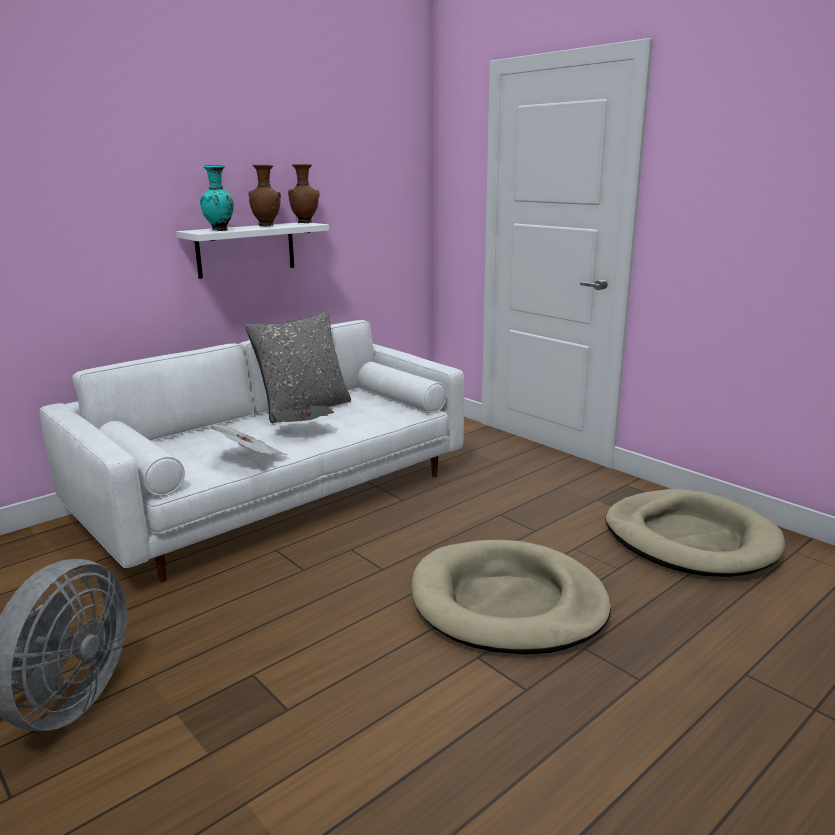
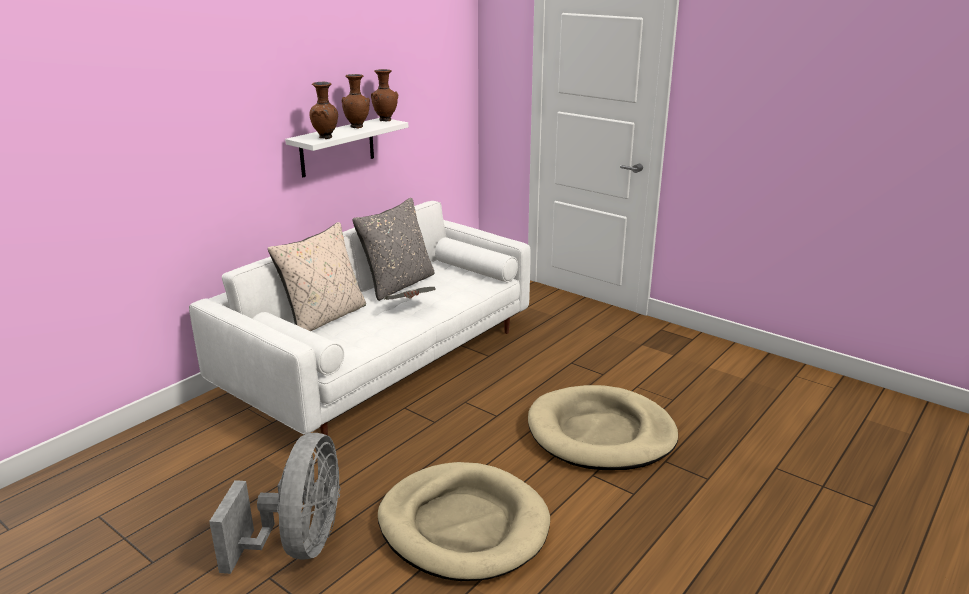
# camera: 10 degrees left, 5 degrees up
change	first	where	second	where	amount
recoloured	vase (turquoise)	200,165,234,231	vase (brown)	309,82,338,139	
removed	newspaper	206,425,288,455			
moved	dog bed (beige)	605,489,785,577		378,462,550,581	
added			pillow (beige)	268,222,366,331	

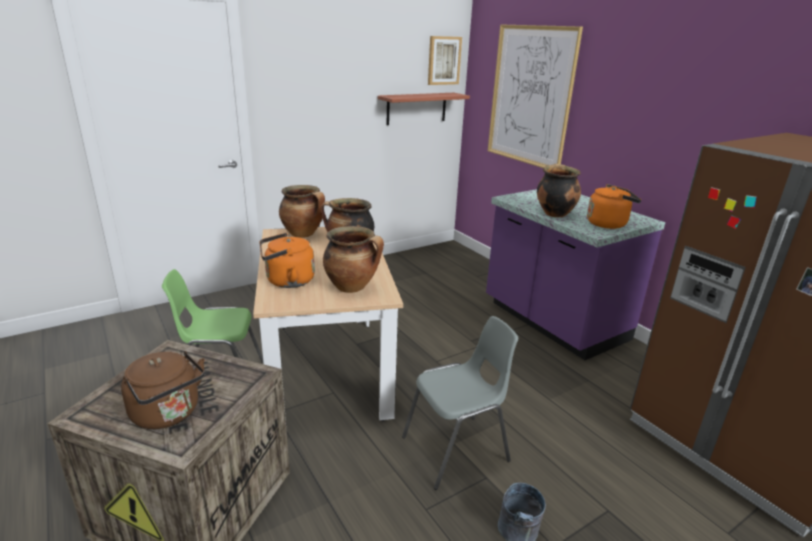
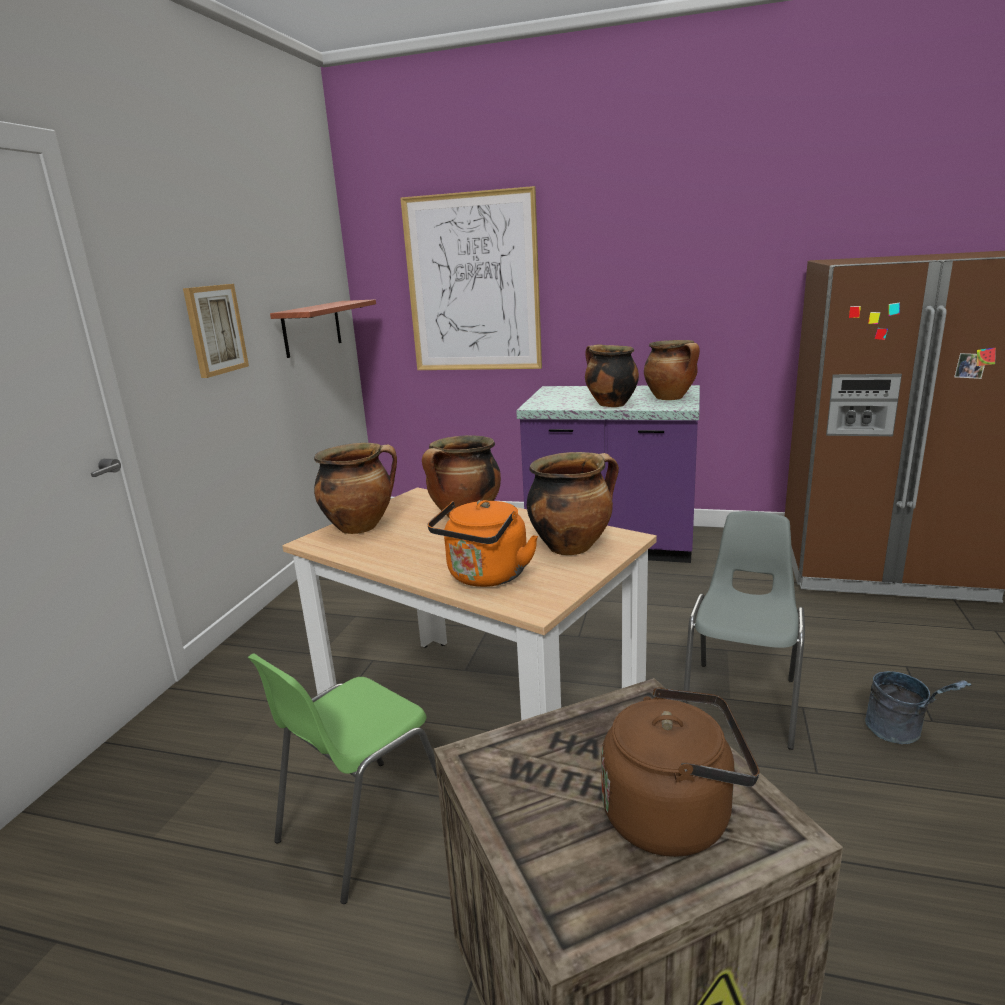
# camera: 40 degrees left, 5 degrees down
change	first	where	second	where	amount
moved	picture	428,36,462,85		183,284,249,378	
replaced	kettle (orange)	587,184,641,229	cooking pot	644,340,700,400	

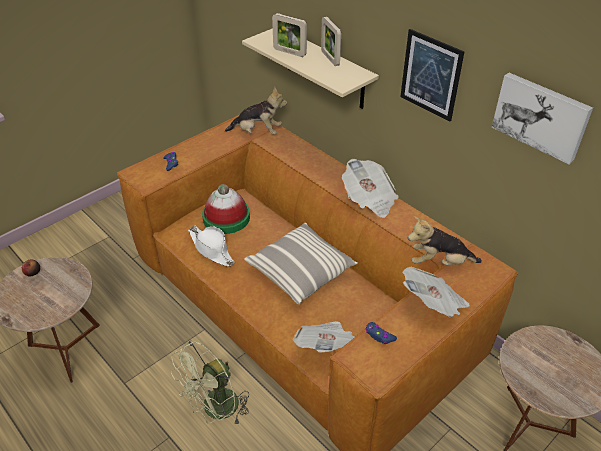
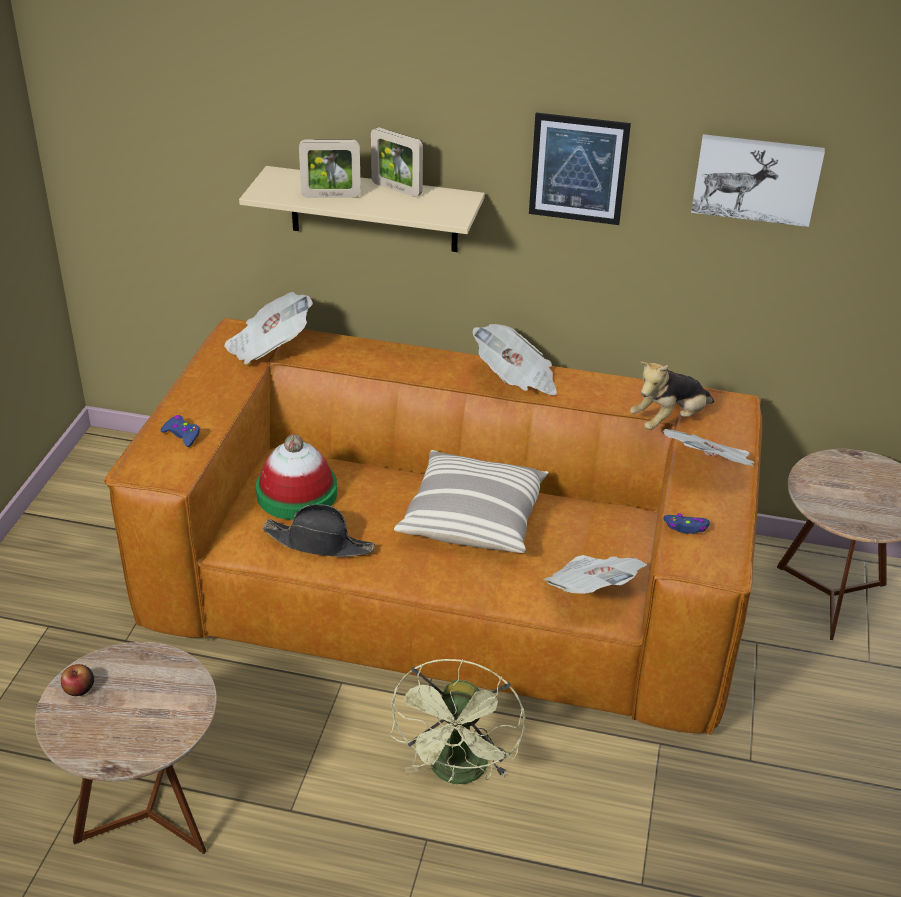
# camera: 35 degrees left, 5 degrees down
change	first	where	second	where	amount
recoloured	hat (white)	188,226,235,267	hat (black)	263,504,375,557	
replaced	plush toy	225,87,287,134	newspaper	224,292,313,364	

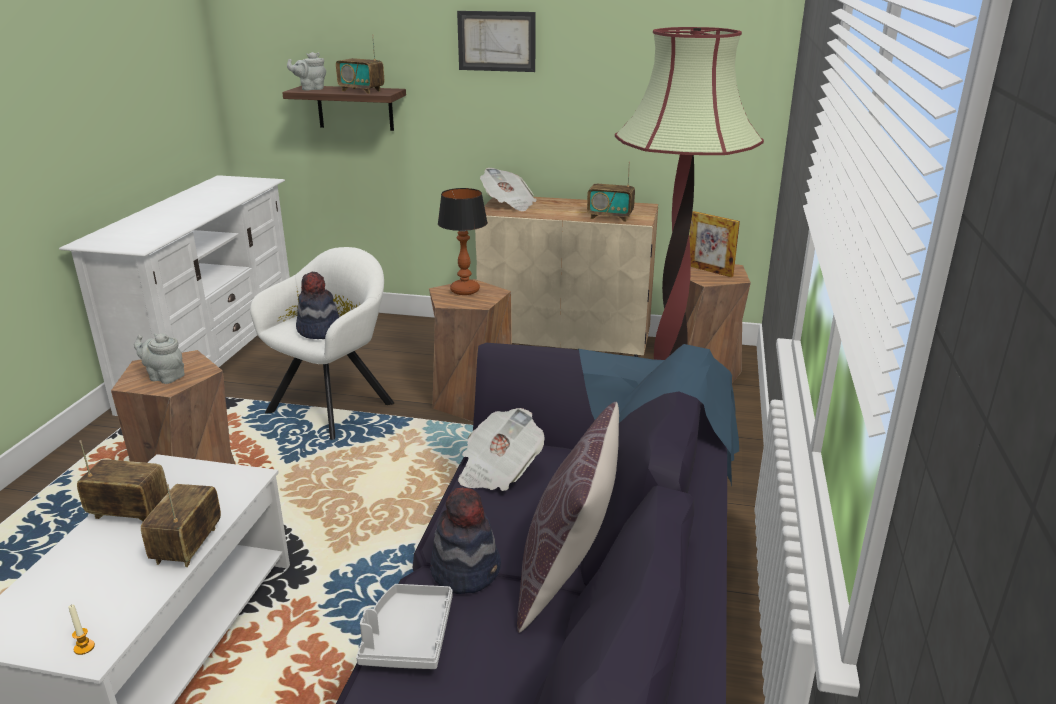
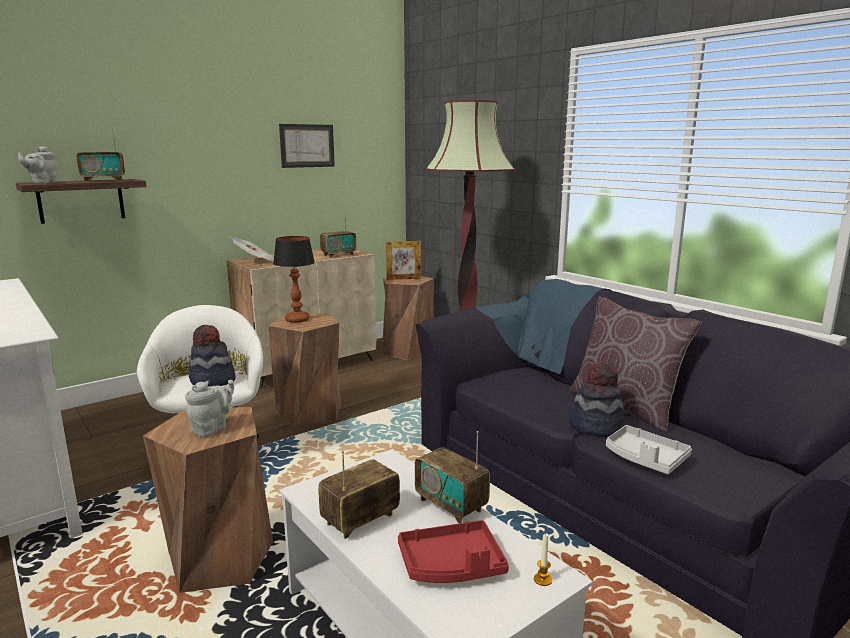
# camera: 50 degrees left, 10 degrees down
change	first	where	second	where	amount
turned	teapot (grey)	134,333,185,384		185,380,234,437	150 degrees clockwise
moved	picture	457,11,536,72		279,124,335,168	
removed	newspaper	458,408,545,491			
added			tray (red)	398,520,509,583	

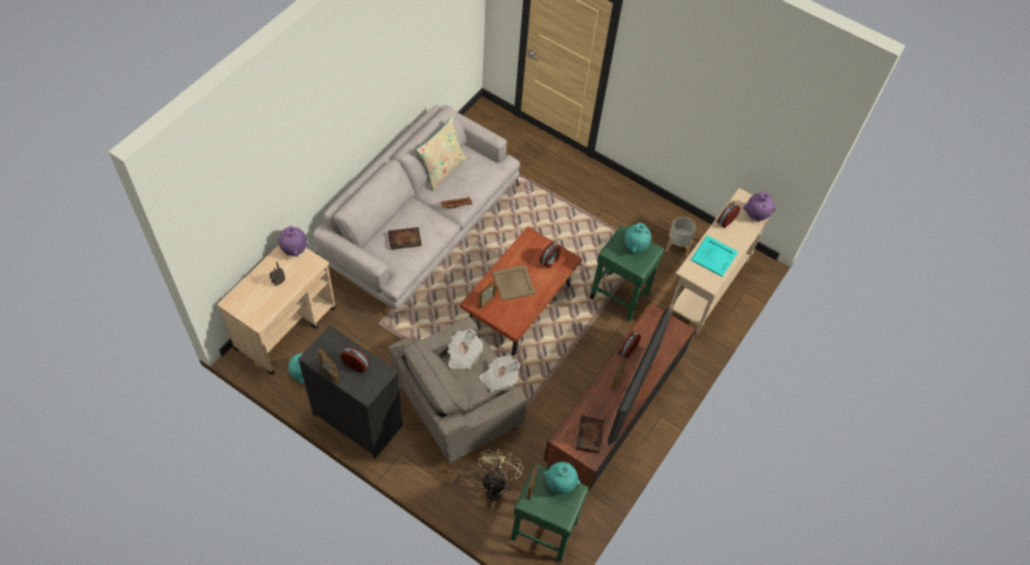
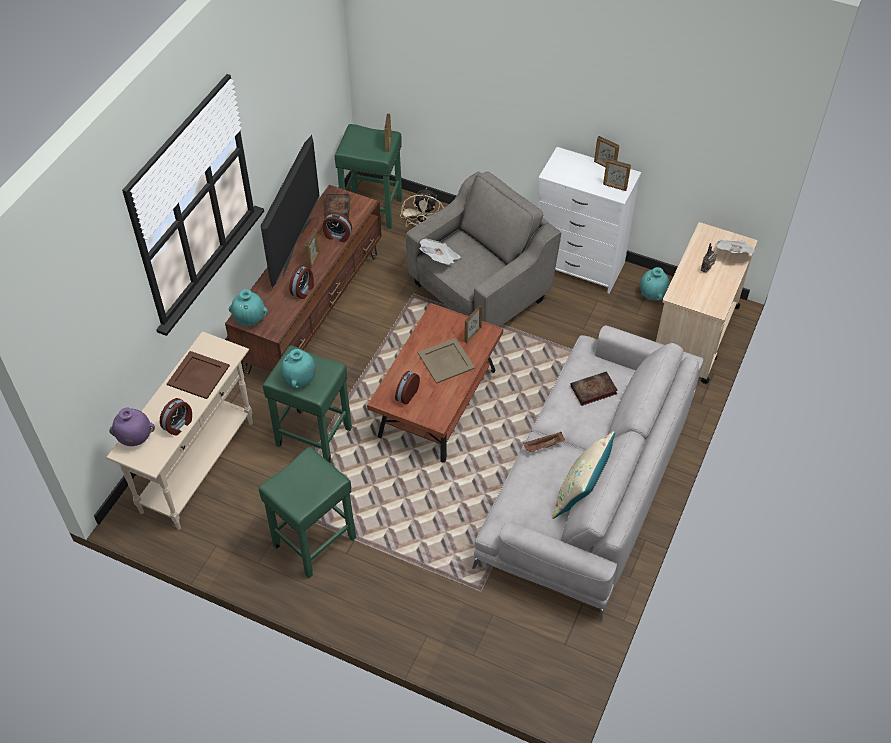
# camera: 175 degrees right, 5 degrees down
change	first	where	second	where	amount
removed	vase (purple)	279,226,307,257			
recoloured	dresser (black)	298,326,403,459	dresser (white)	537,147,641,294	
moved	alarm clock	340,346,370,372		323,212,352,242	
moved	newspaper	447,329,483,370		715,240,755,253	
moved	vase (turquoise)	543,462,580,494		229,289,268,327	
removed	planter (grey)	666,217,696,256			
recoloured	tray (turquoise)	691,235,738,277	tray (brown)	167,351,230,399	
added			stool (green)	259,447,356,578	
added			picture frame	603,158,631,191	

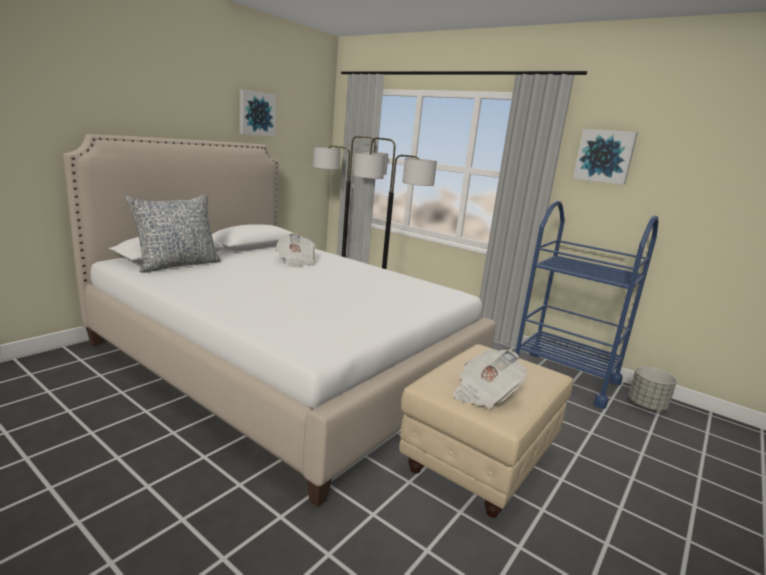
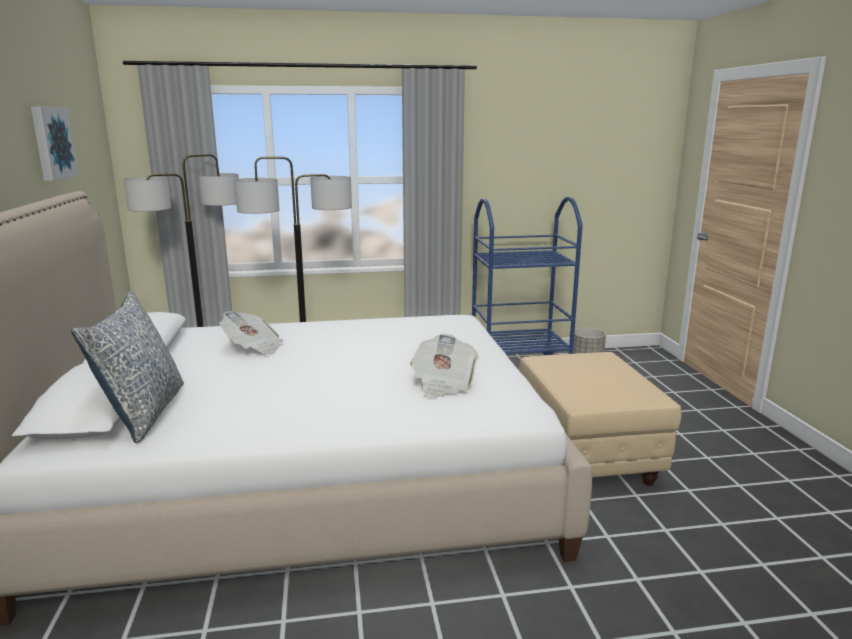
# camera: 45 degrees left, 0 degrees up
change	first	where	second	where	amount
moved	newspaper	453,349,527,408		410,334,479,397	
removed	picture	573,129,638,185			

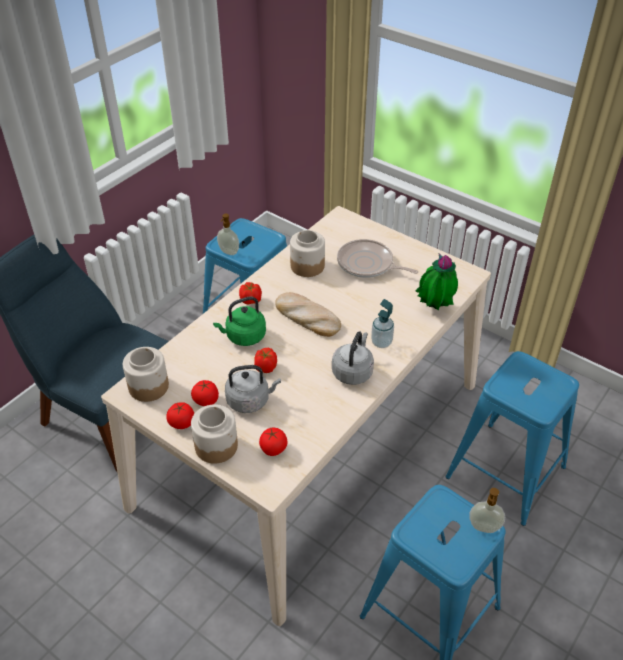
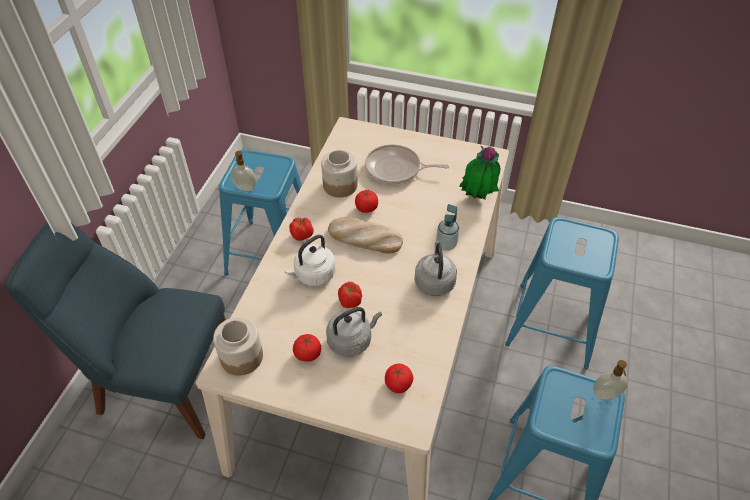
# camera: 20 degrees left, 5 degrees up
change	first	where	second	where	amount
moved	tomato	166,402,194,429		355,190,378,213	
removed	jar	191,404,238,464			
recoloured	kettle (green)	213,296,266,346	kettle (white)	285,235,336,286	

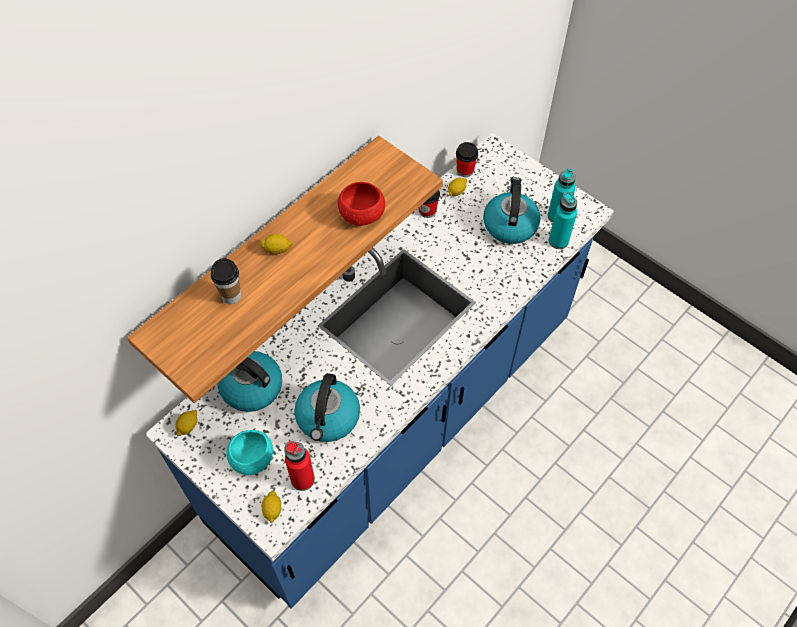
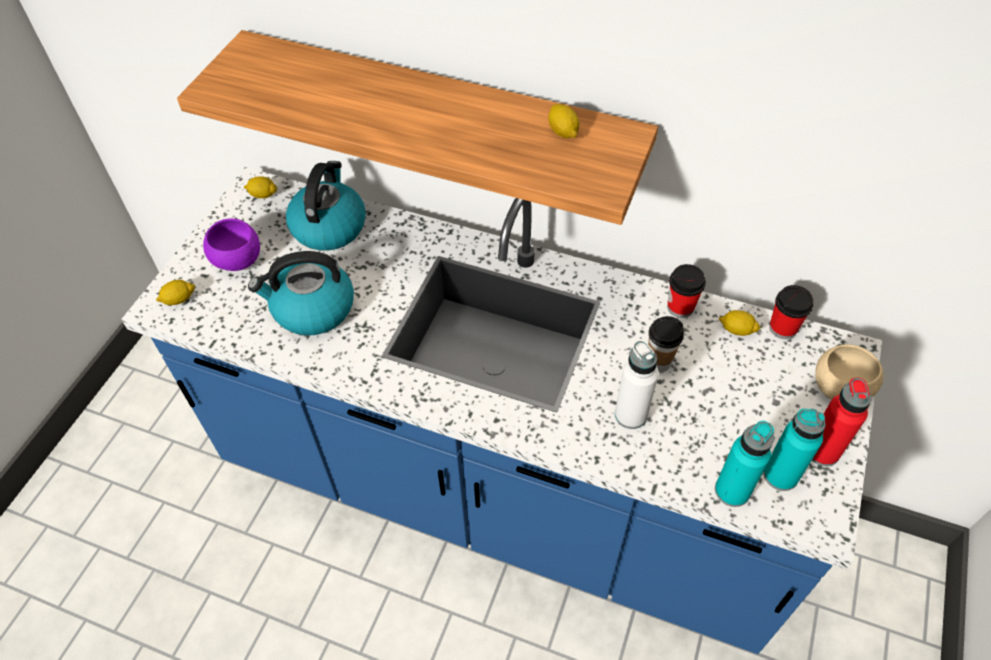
# camera: 70 degrees right, 5 degrees down
change	first	where	second	where	amount
moved	cup	211,258,241,304		648,316,684,373	
recoloured	bowl (turquoise)	226,430,273,475	bowl (purple)	203,218,260,271	
moved	lemon	259,234,293,254		548,104,579,138	
moved	bottle (red)	284,441,315,491		812,377,872,466	
removed	bowl (red)	338,182,385,226			
removed	kettle	483,177,541,244			
added			bottle (white)	615,340,659,429	
added			bowl (beige)	815,344,884,399	

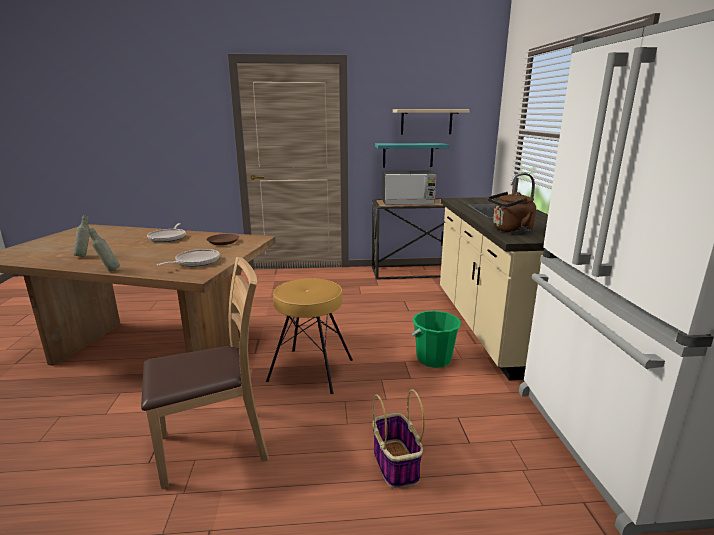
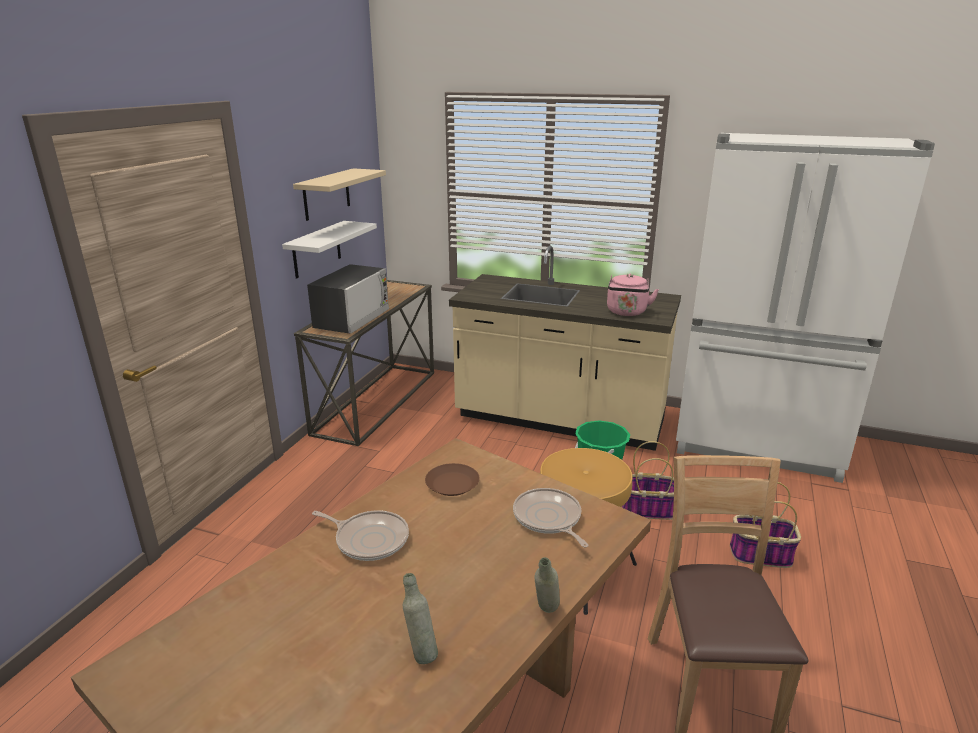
# camera: 65 degrees left, 5 degrees up
change	first	where	second	where	amount
recoloured	shelf (turquoise)	375,143,449,168	shelf (white)	282,221,377,279	
recoloured	kettle (brown)	488,192,536,233	kettle (pink)	607,274,659,316	
added			basket	622,441,674,520	

